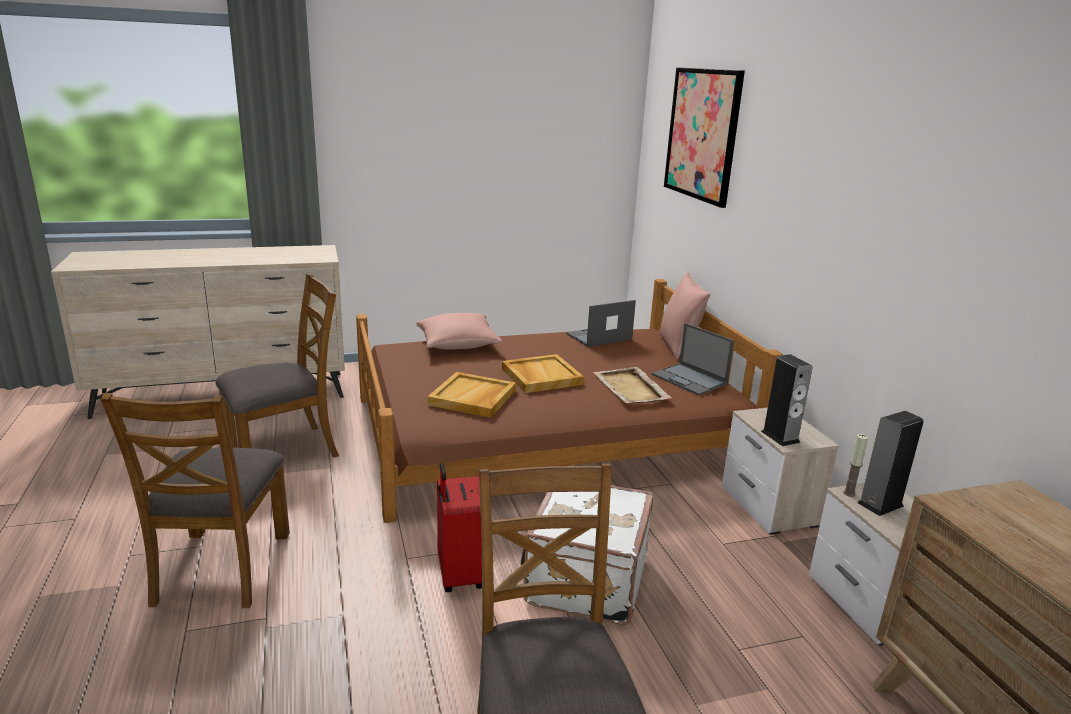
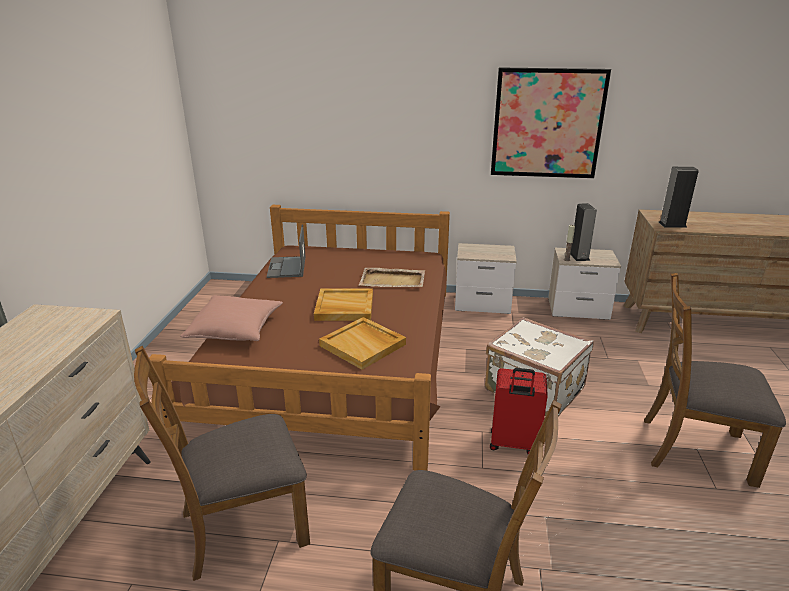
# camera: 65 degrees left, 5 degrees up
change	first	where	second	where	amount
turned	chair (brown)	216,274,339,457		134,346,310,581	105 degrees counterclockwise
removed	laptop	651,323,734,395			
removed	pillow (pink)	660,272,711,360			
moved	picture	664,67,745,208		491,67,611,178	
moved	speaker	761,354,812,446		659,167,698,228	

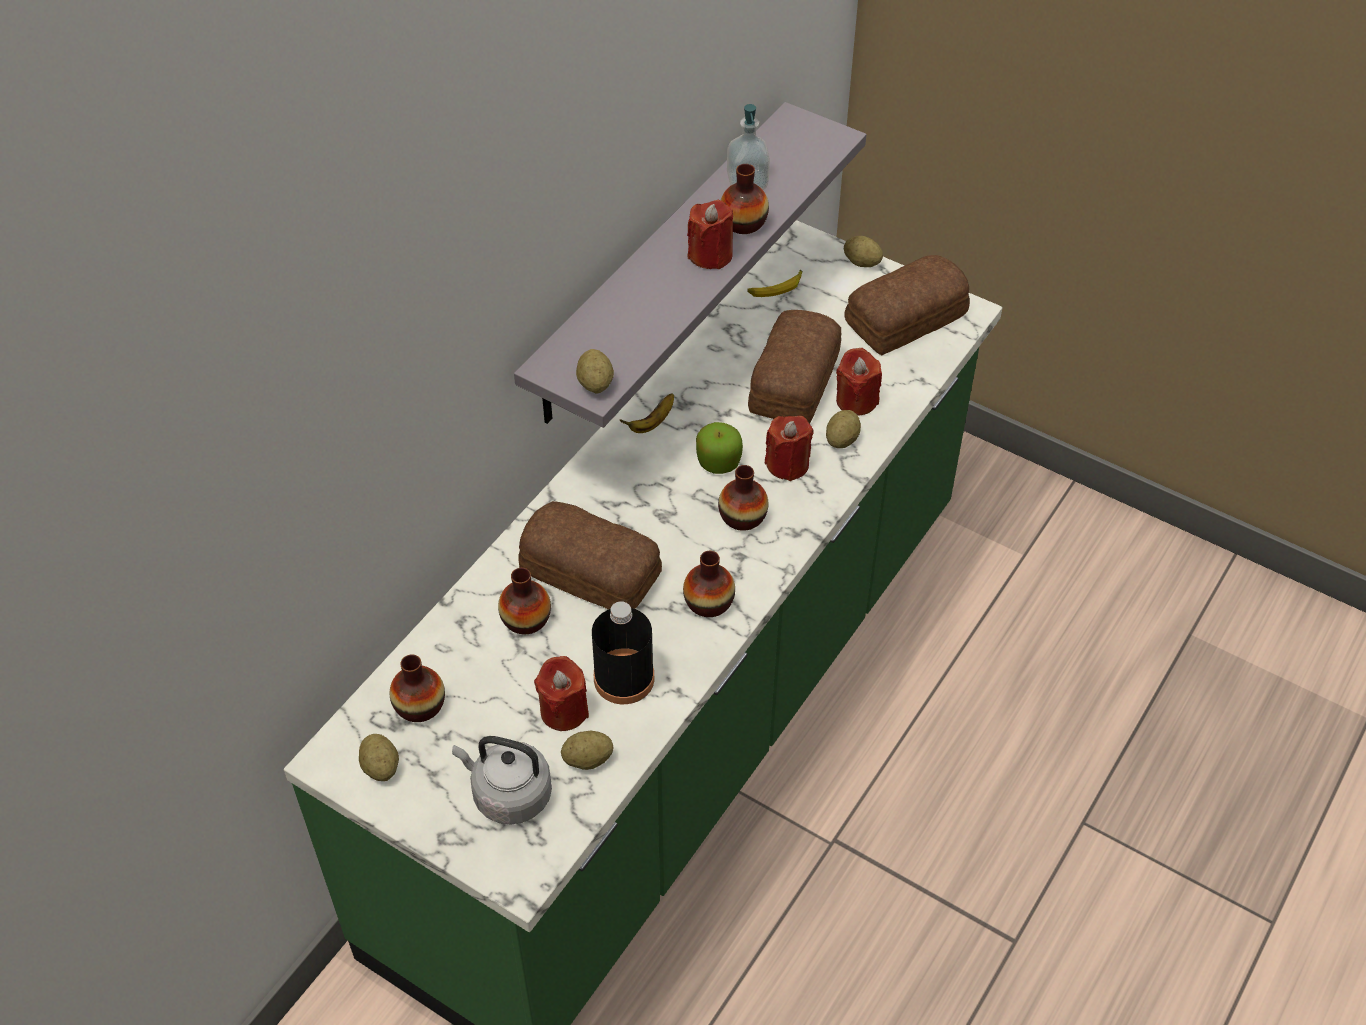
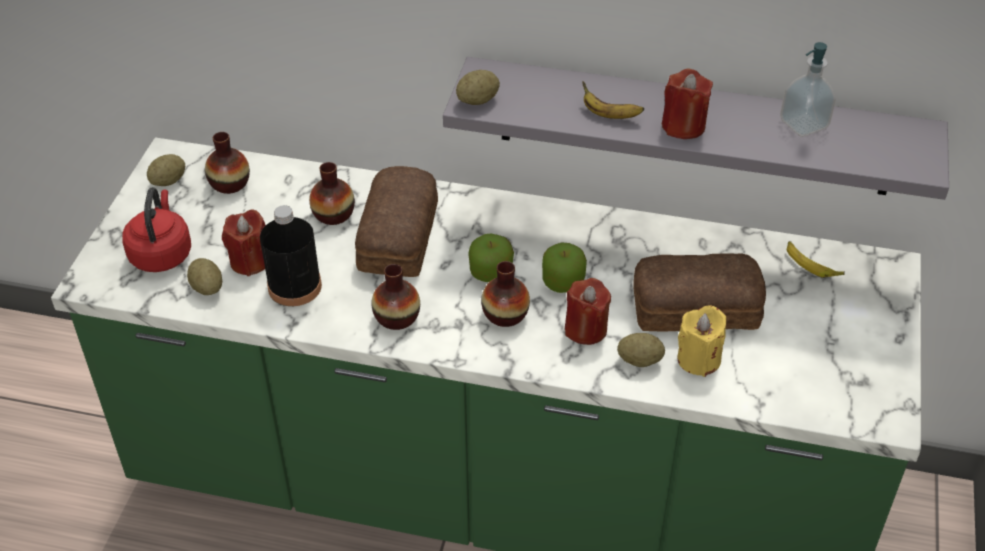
# camera: 70 degrees right, 5 degrees down
change	first	where	second	where	amount
recoloured	kettle (grey)	452,736,552,825	kettle (red)	122,187,191,272	
moved	banana	620,393,674,433		582,81,644,119	
removed	vase	721,164,769,234			
recoloured	candle (red)	836,348,882,416	candle (yellow)	677,305,726,377	
removed	potato	844,236,883,267			
removed	bread	844,255,970,355			
added			apple	468,234,514,282	

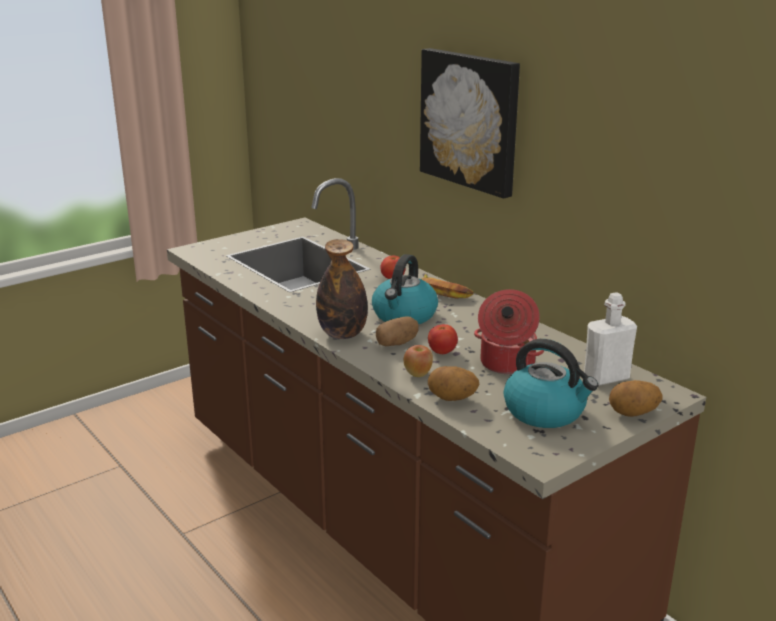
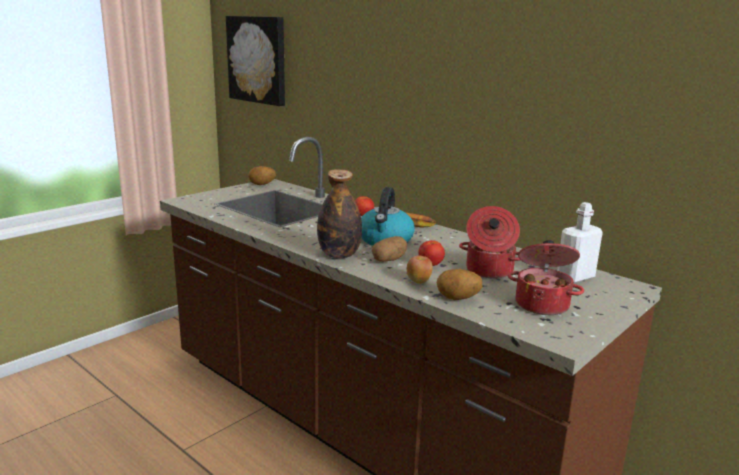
# camera: 10 degrees left, 5 degrees down
change	first	where	second	where	amount
moved	picture	420,48,520,199		226,16,285,106	
replaced	kettle	504,339,598,428	cooking pot	508,240,584,315	
moved	potato	609,380,663,417		248,166,276,185	

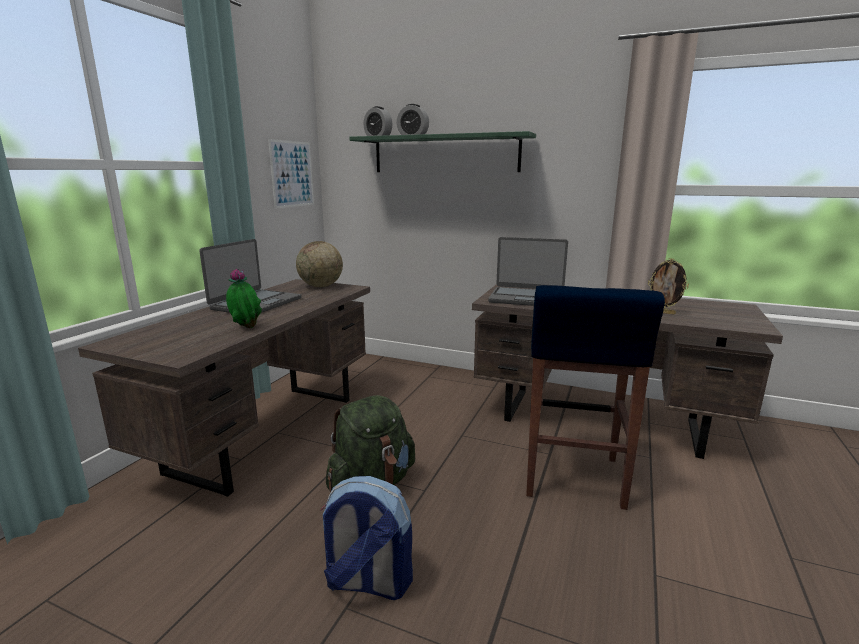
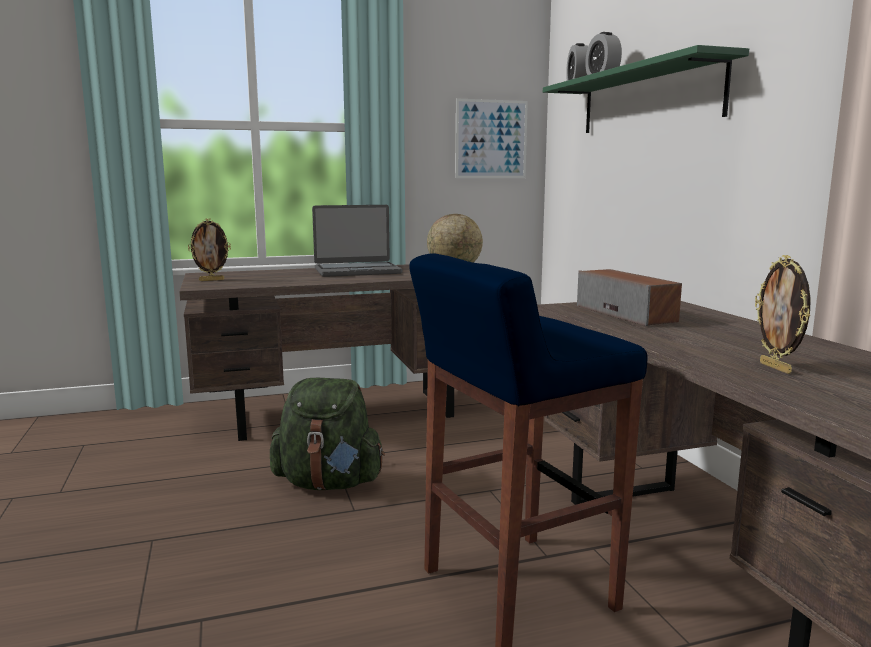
# camera: 50 degrees right, 5 degrees down
change	first	where	second	where	amount
removed	potted plant	226,268,262,328			
removed	backpack	321,476,413,600			
replaced	laptop	488,237,568,306	speaker	577,269,682,326	
added			picture frame	188,218,231,281	

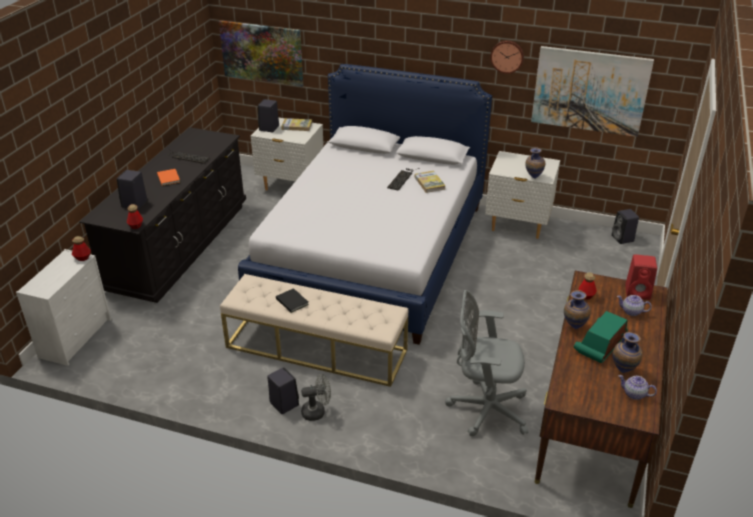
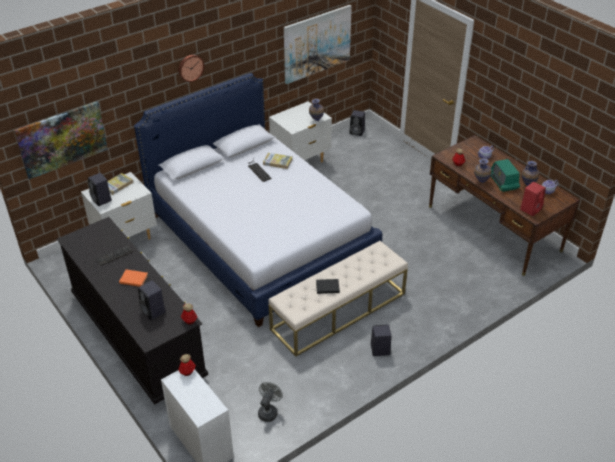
# camera: 55 degrees left, 5 degrees up
change	first	where	second	where	amount
moved	fan (grey)	301,374,331,421		258,382,283,422	
removed	office chair (grey)	445,290,528,436			
moved	wall clock	490,40,524,74		178,55,204,82	
moved	speaker (red)	625,254,657,300		520,182,546,216	

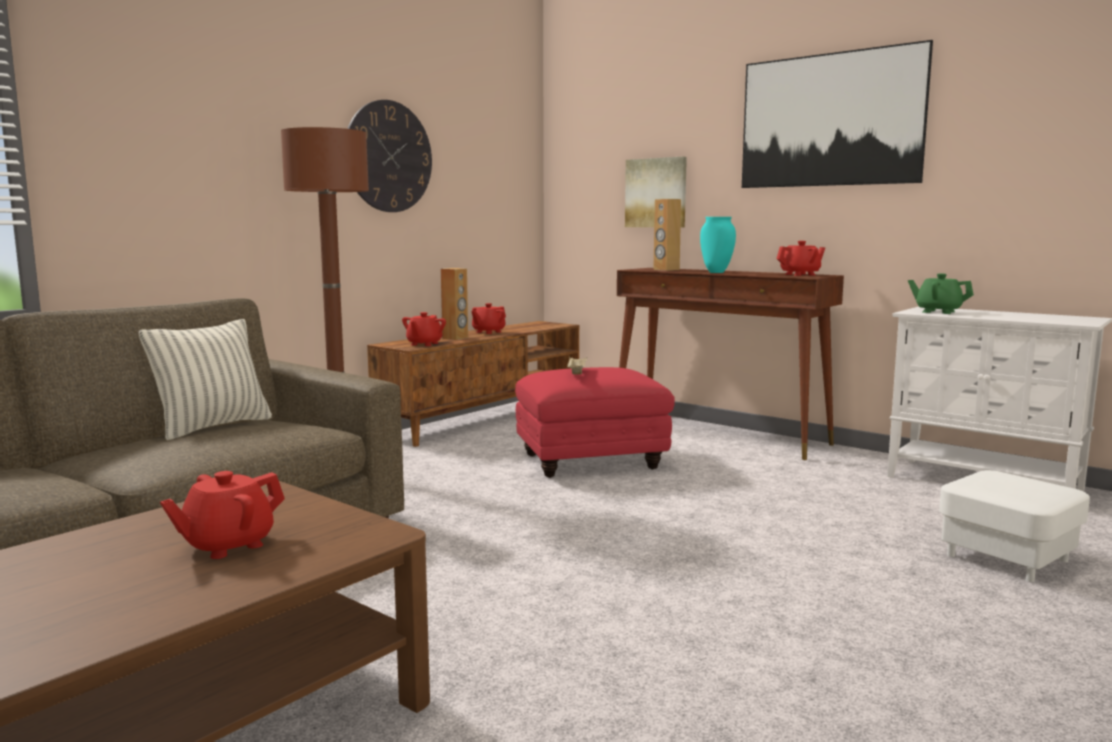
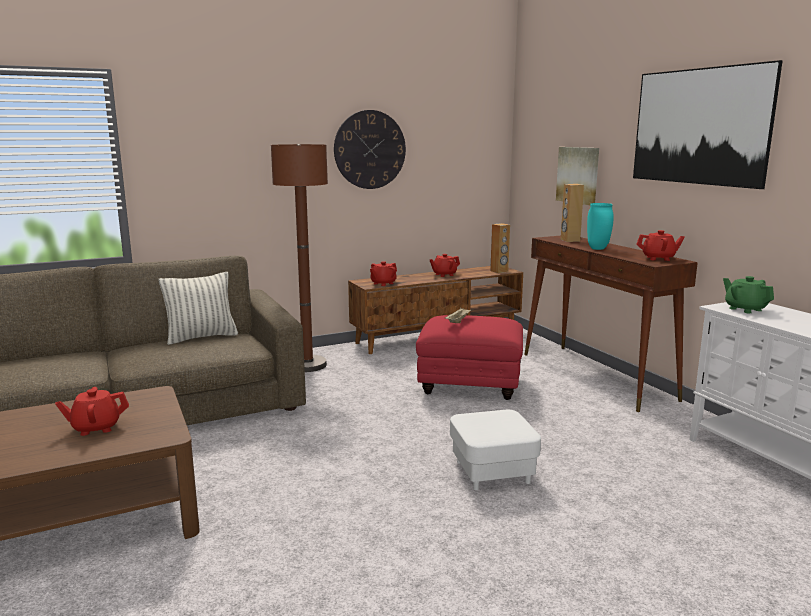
# camera: 25 degrees right, 5 degrees up
change	first	where	second	where	amount
moved	speaker (brown)	441,268,468,340		490,223,510,273	
moved	ottoman (white)	939,470,1090,582		450,410,541,490	

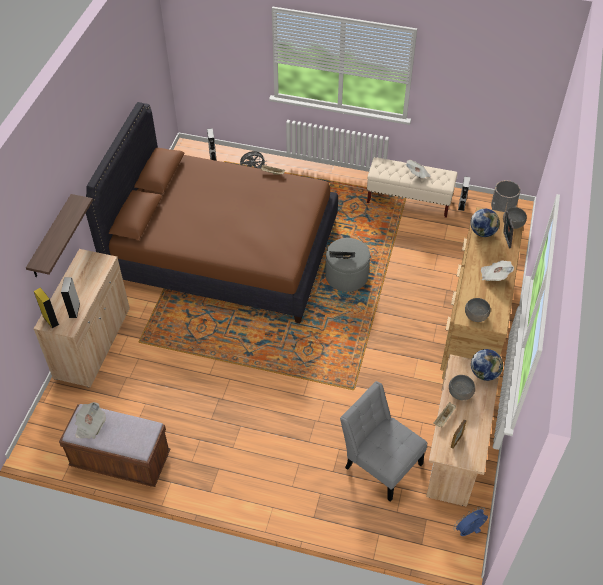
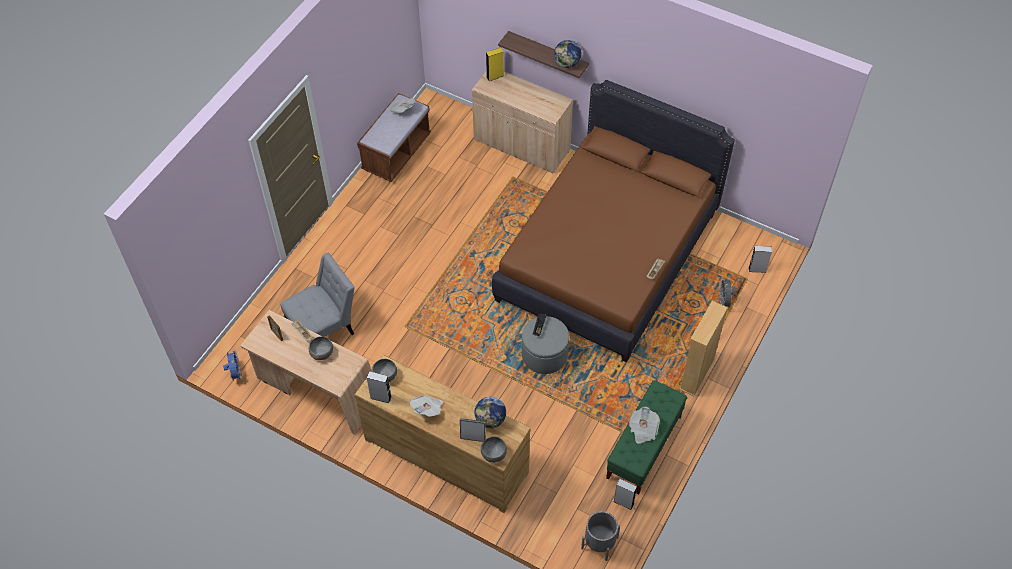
# camera: 105 degrees right, 5 degrees up
change	first	where	second	where	amount
moved	speaker (grey)	61,277,80,318		367,371,392,403	
recoloured	bench (beige)	366,157,457,218	bench (green)	606,380,687,495	
moved	globe	471,349,503,381		554,40,582,68	
added			bookcase (beige)	679,301,728,396	

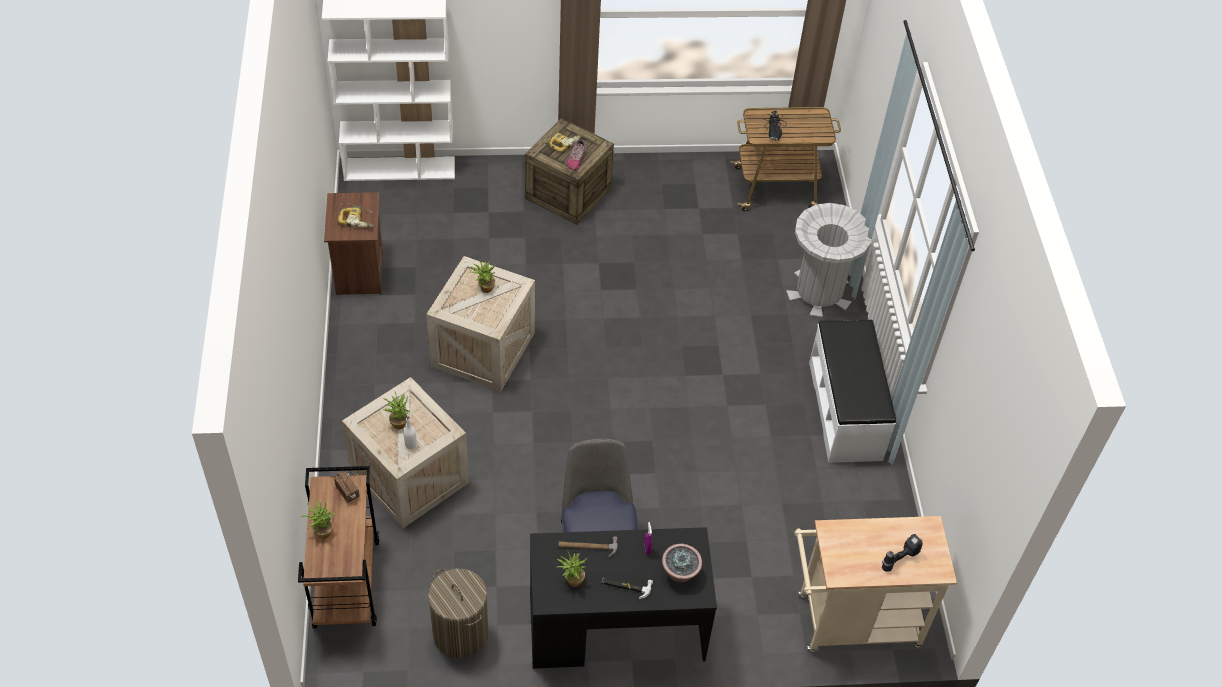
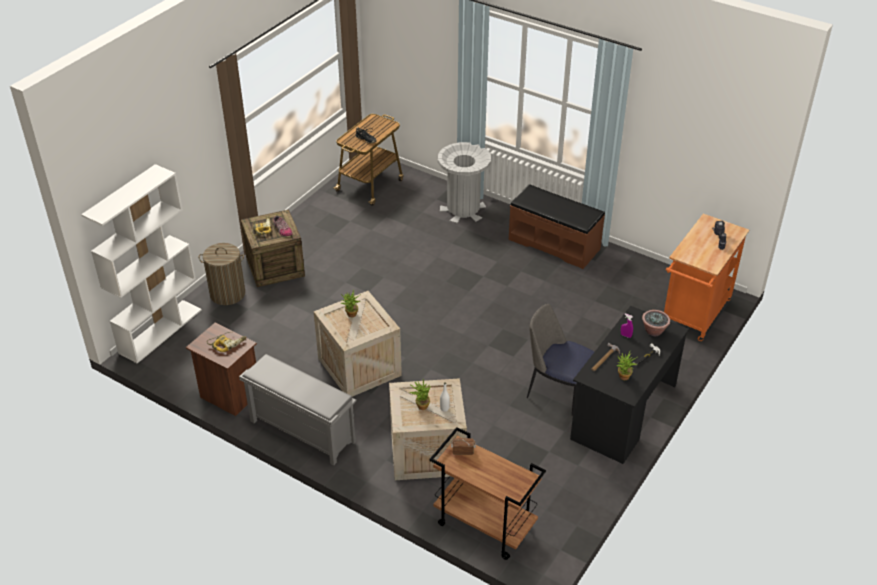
# camera: 50 degrees left, 10 degrees down
change	first	where	second	where	amount
removed	potted plant	301,501,335,539			
moved	laundry basket	428,569,488,658		199,243,245,305	
recoloured	cart (beige)	794,516,957,652	cart (orange)	664,214,749,341	
recoloured	bench (white)	809,320,896,463	bench (brown)	509,184,605,269	
added			shoe rack (grey)	239,354,356,465	

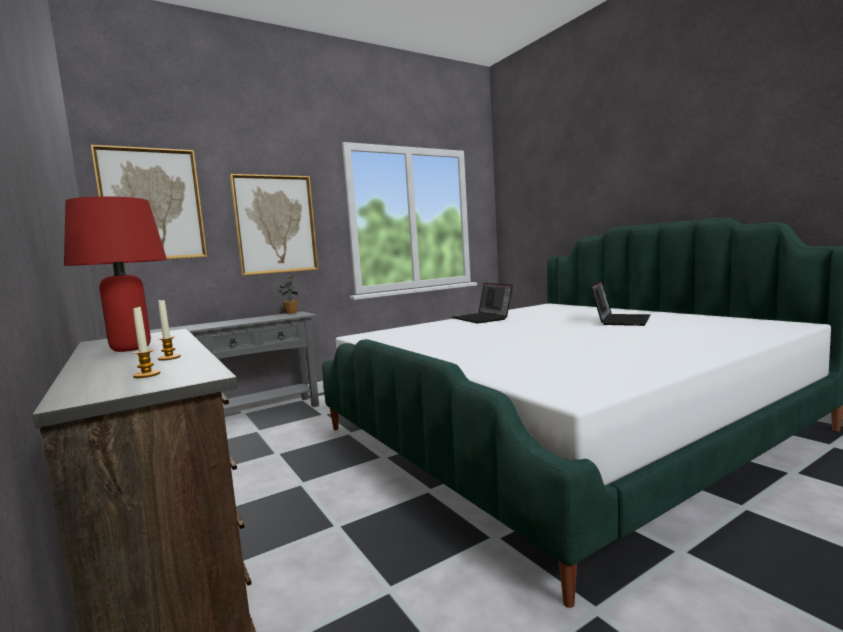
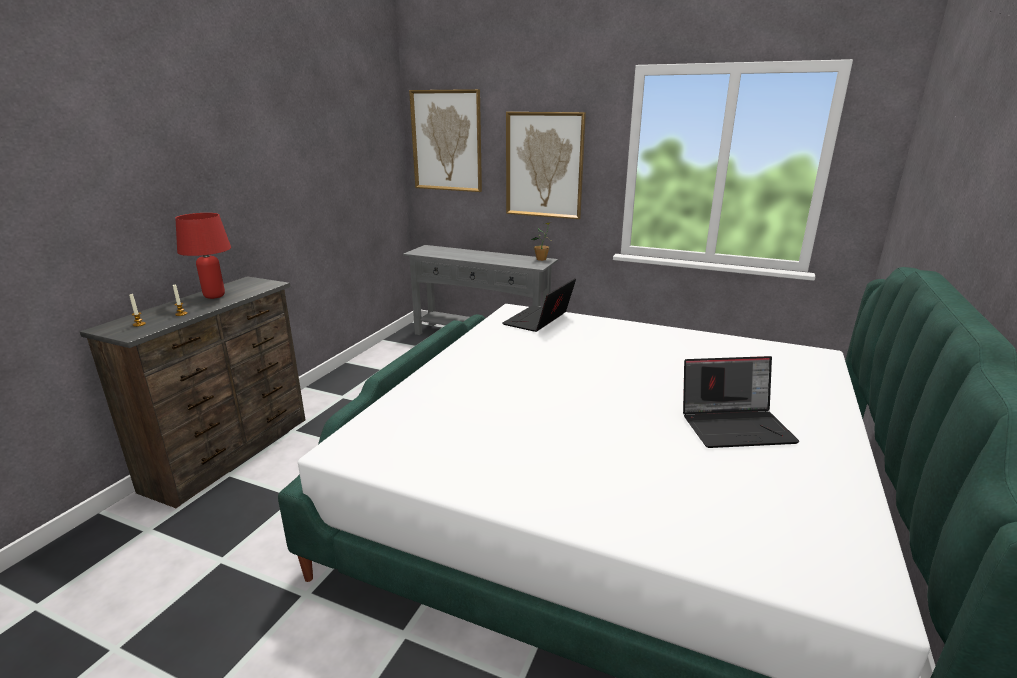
# camera: 55 degrees right, 15 degrees up
change	first	where	second	where	amount
moved	laptop	452,283,513,323		503,278,576,332	

